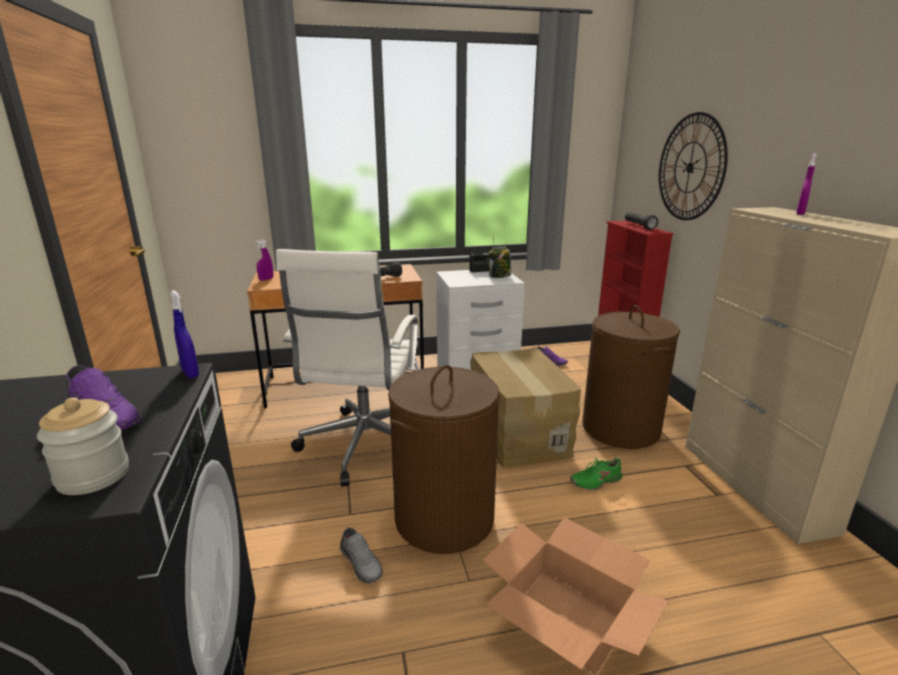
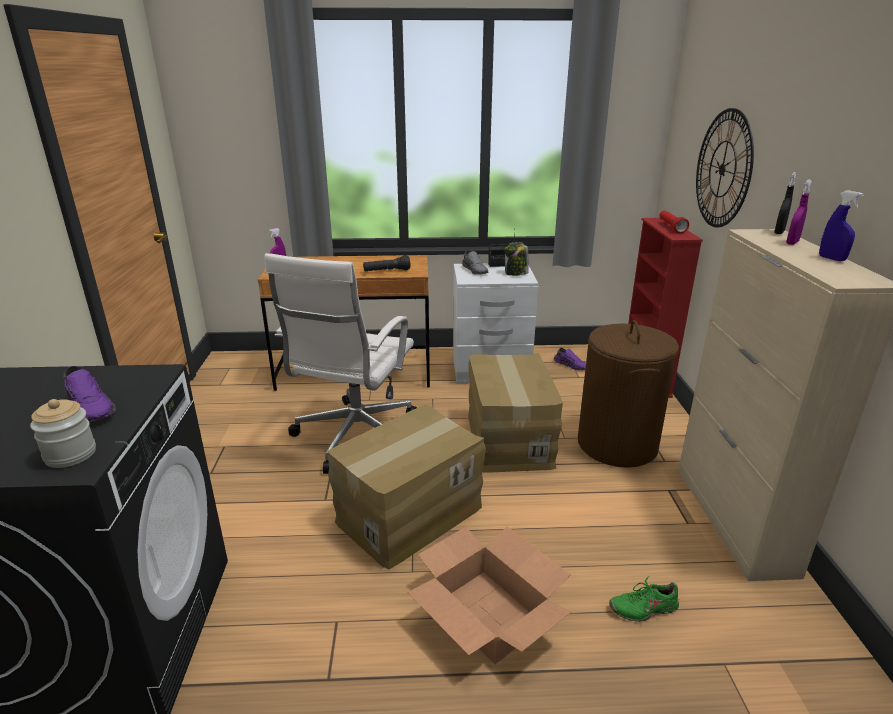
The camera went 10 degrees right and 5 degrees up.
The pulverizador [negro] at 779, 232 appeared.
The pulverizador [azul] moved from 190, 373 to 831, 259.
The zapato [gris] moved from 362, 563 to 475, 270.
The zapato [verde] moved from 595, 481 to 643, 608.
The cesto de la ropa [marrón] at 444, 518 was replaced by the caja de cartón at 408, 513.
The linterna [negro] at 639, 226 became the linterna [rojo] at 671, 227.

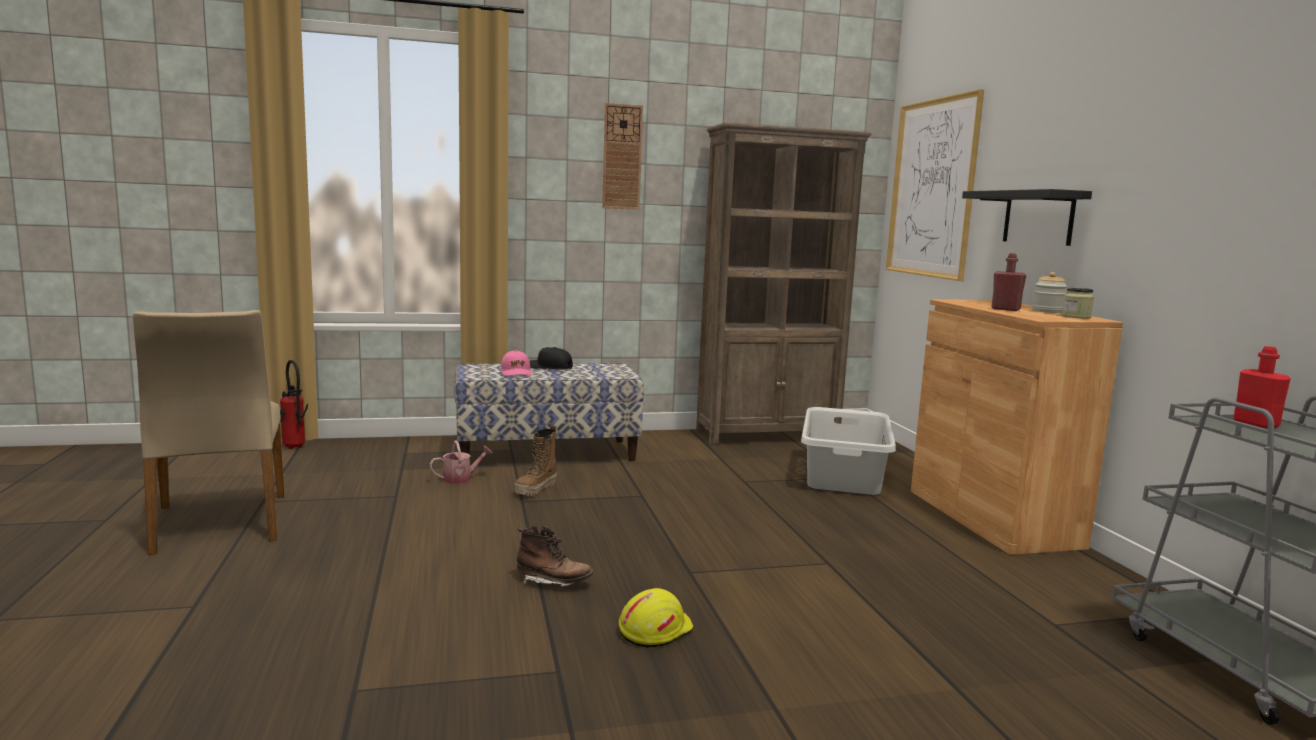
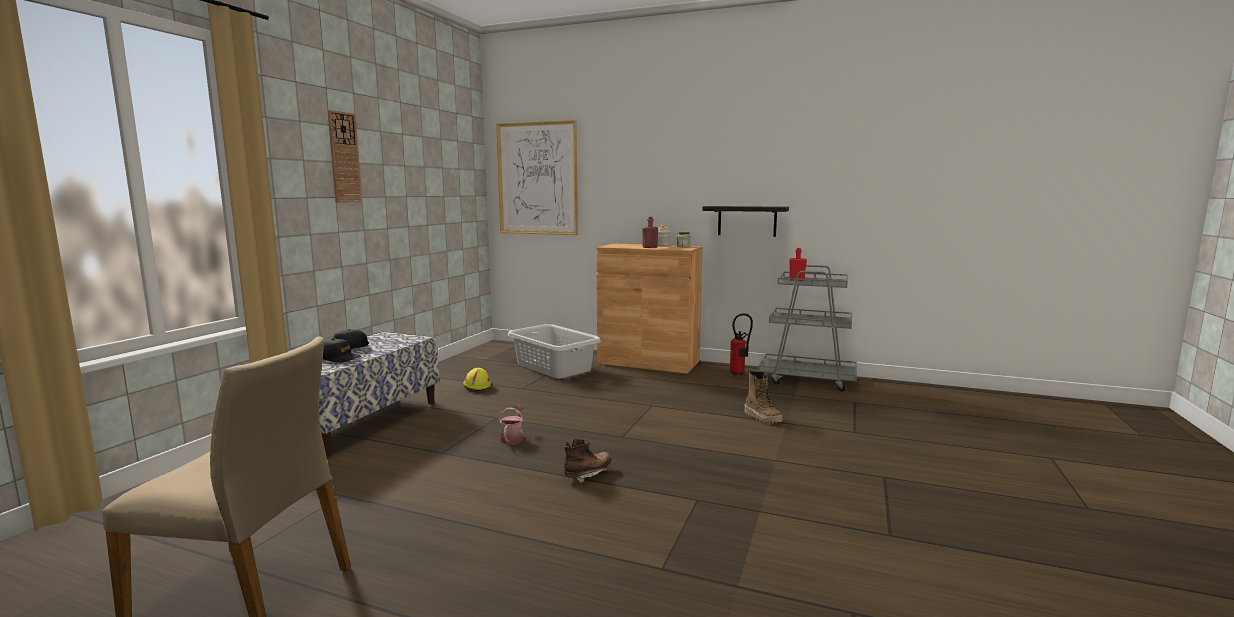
The camera went 55 degrees left and 0 degrees up.
The estantería [marrón] at 768, 435 disappeared.
The extintor moved from 294, 448 to 739, 374.
The regadera moved from 461, 479 to 513, 438.
The bota moved from 536, 489 to 762, 418.
The casco [amarillo] moved from 654, 630 to 477, 386.
The estante [negro] moved from 1038, 217 to 747, 221.
The gorra [rosa] at 516, 372 became the gorra [negro] at 339, 358.

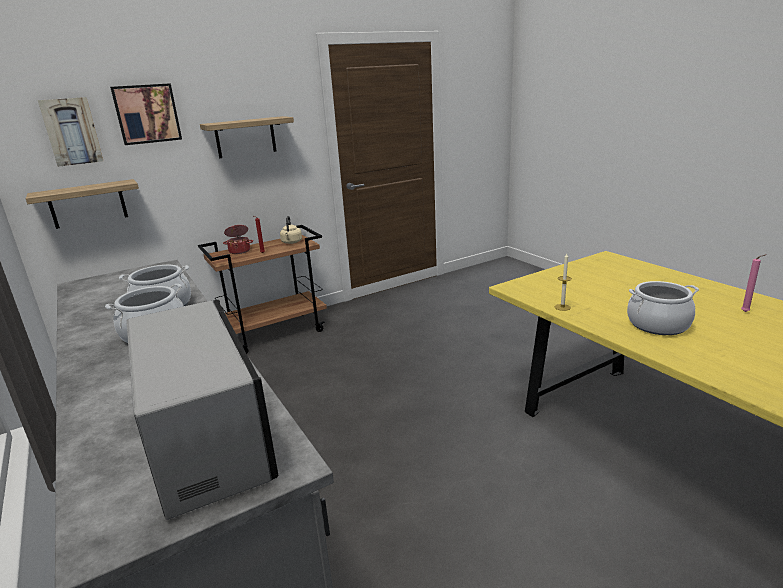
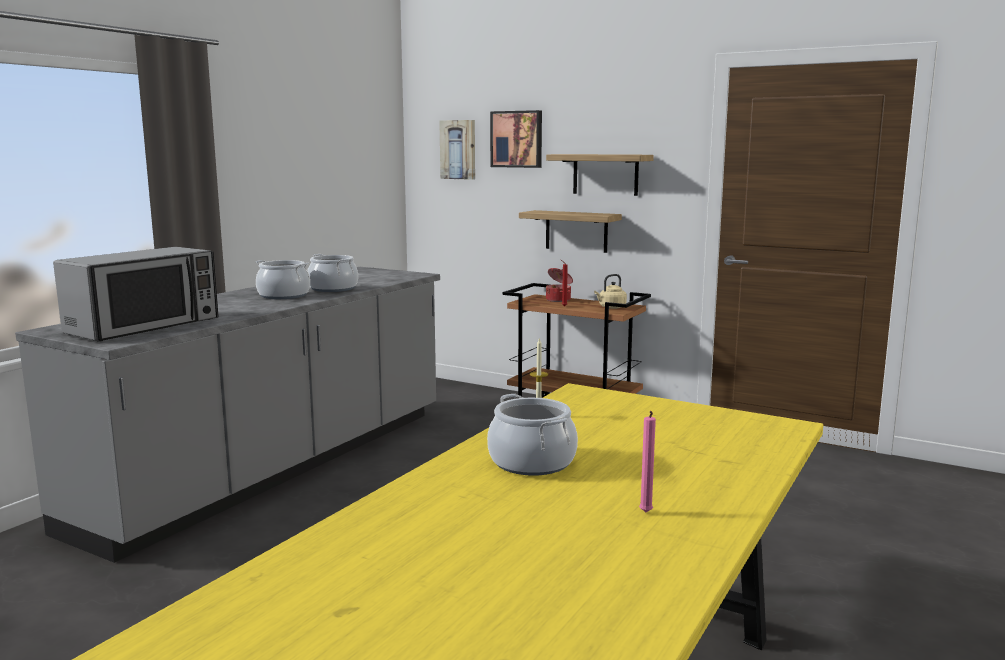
The camera went 60 degrees right and 10 degrees down.
The estante moved from 88, 204 to 576, 231.

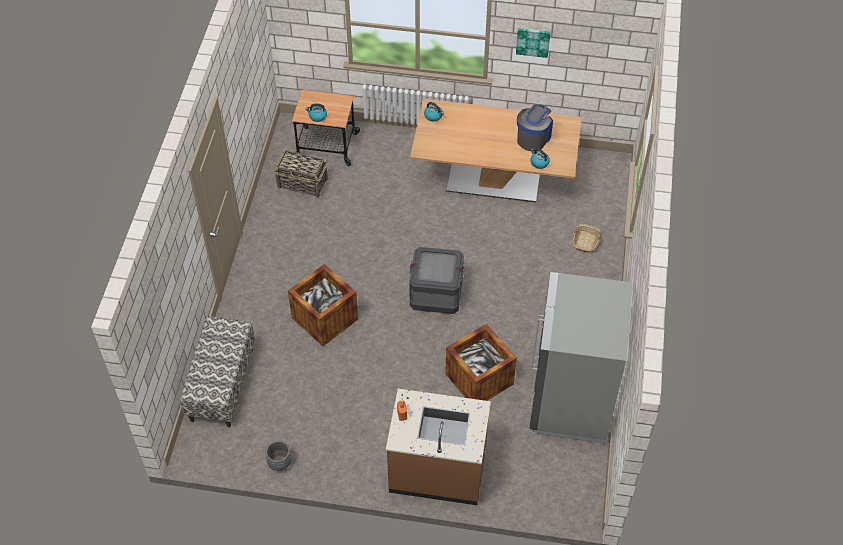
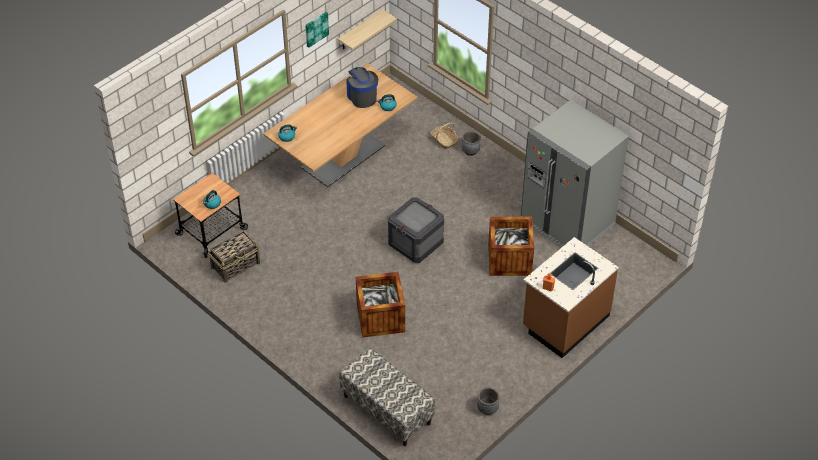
The camera went 55 degrees left and 5 degrees down.
The estante at 360, 30 appeared.
The maceta [gris] at 470, 151 appeared.

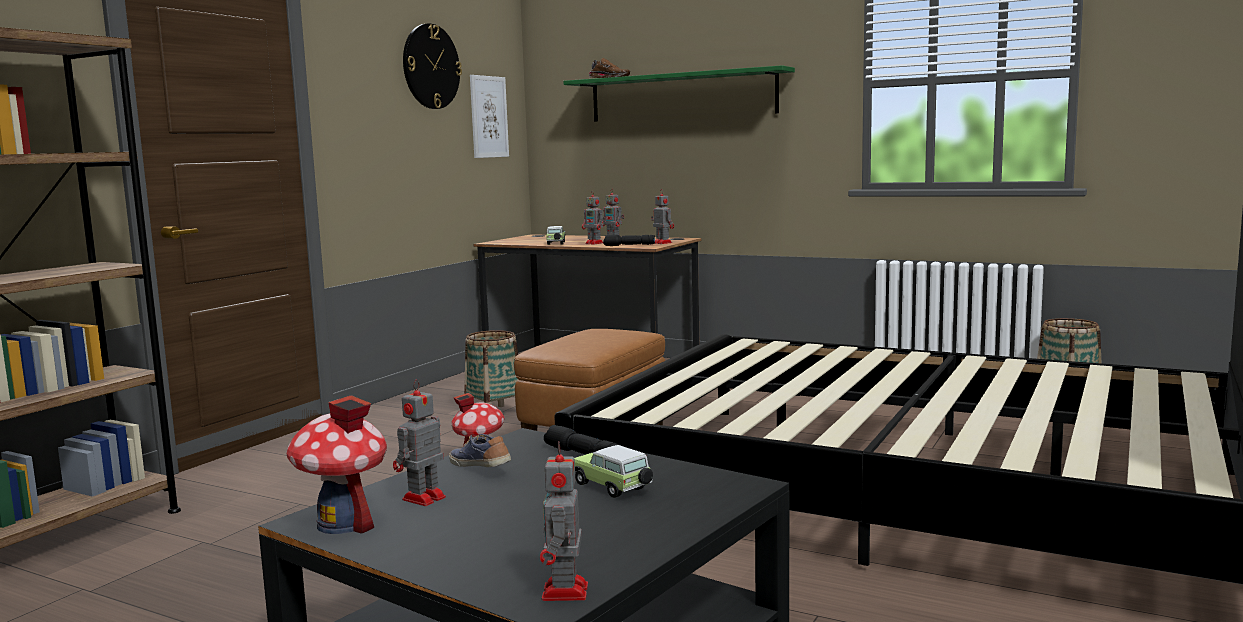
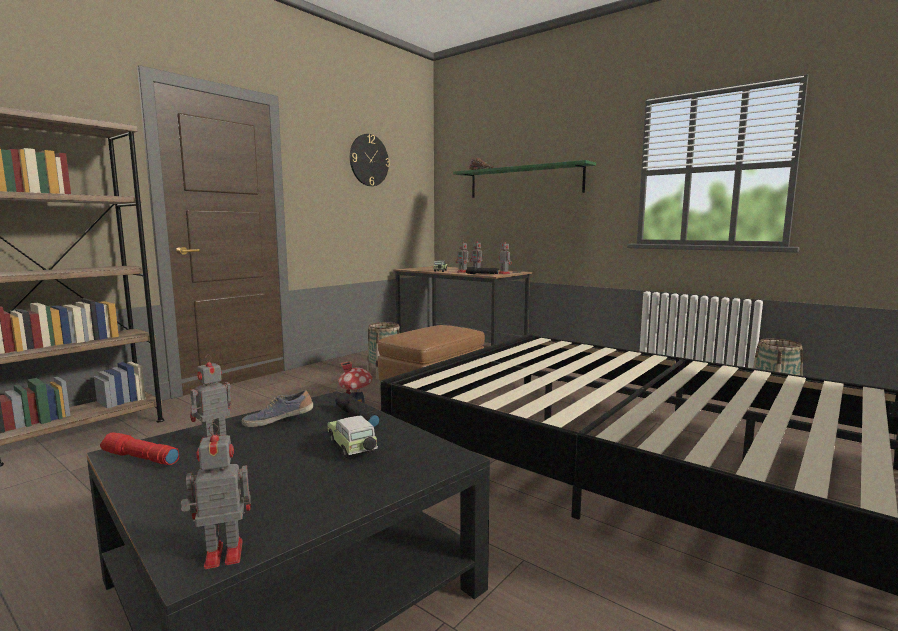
The camera went 10 degrees right and 0 degrees up.
The cuadro at 489, 117 disappeared.
The casita at 343, 523 was replaced by the linterna [rojo] at 139, 458.
The zapato at 481, 467 turned 75 degrees counterclockwise.
The robot de juguete at 565, 593 turned 60 degrees clockwise.

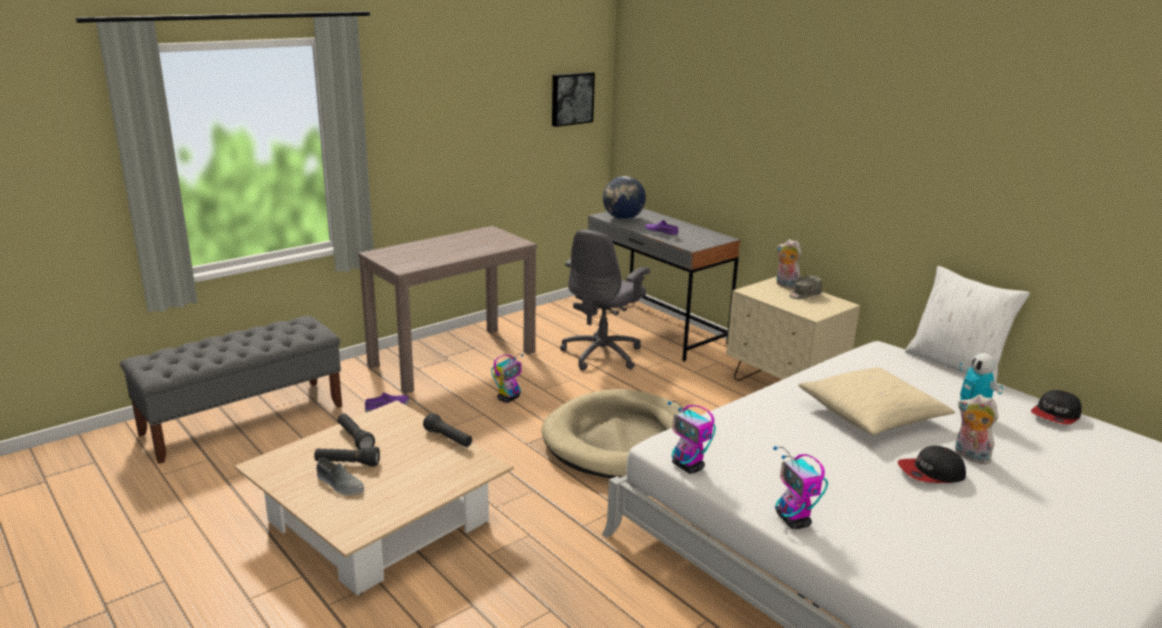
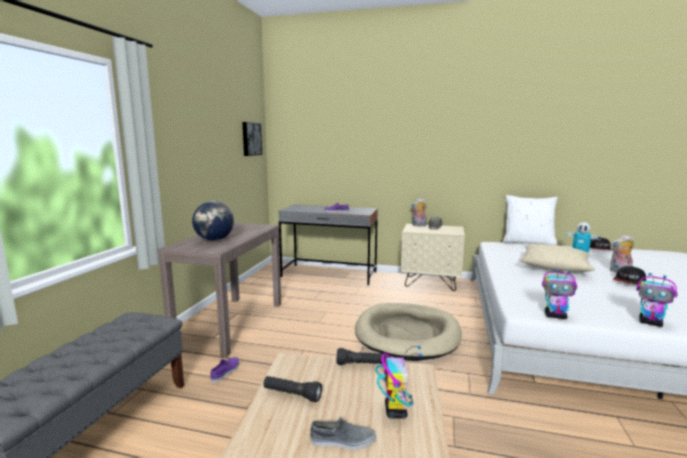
The camera went 35 degrees left and 10 degrees down.
The linterna [negro] at 347, 464 disappeared.
The silla de oficina [gris] at 603, 354 disappeared.
The robot de juguete moved from 508, 398 to 395, 410.
The globo terráqueo moved from 623, 218 to 214, 240.

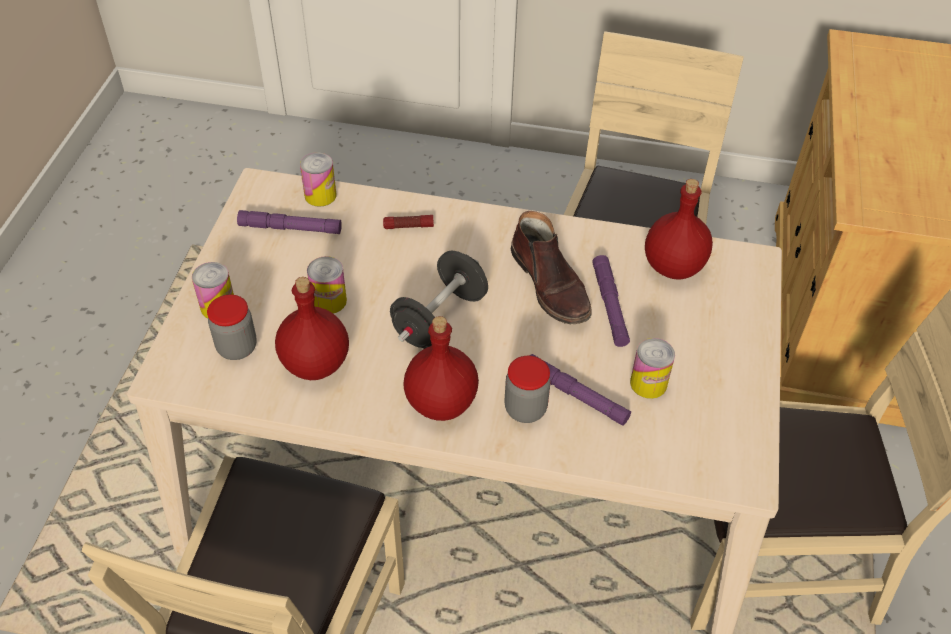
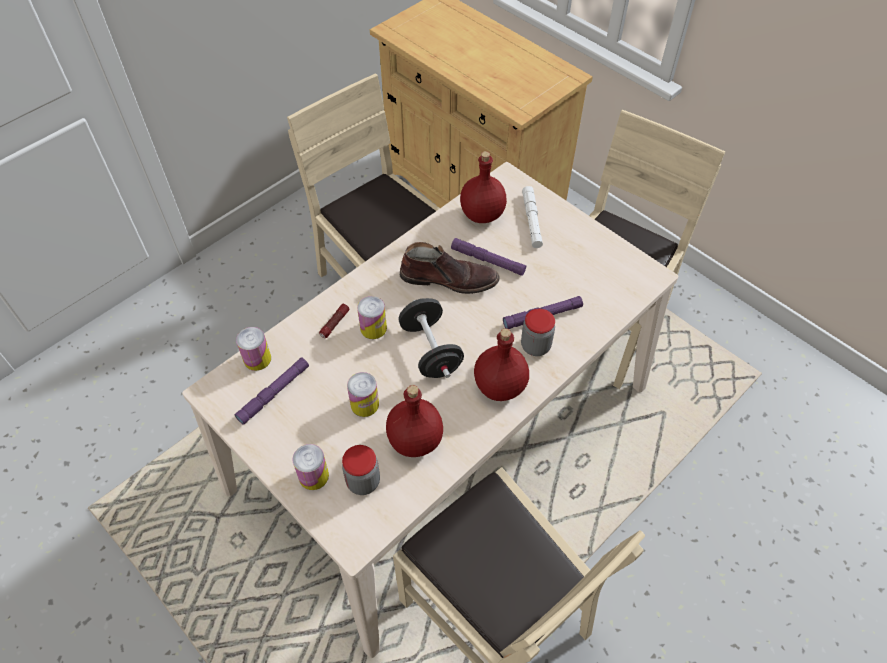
The camera went 55 degrees left and 5 degrees up.
The linterna [blanco] at 531, 220 appeared.
The lata moved from 648, 383 to 373, 328.

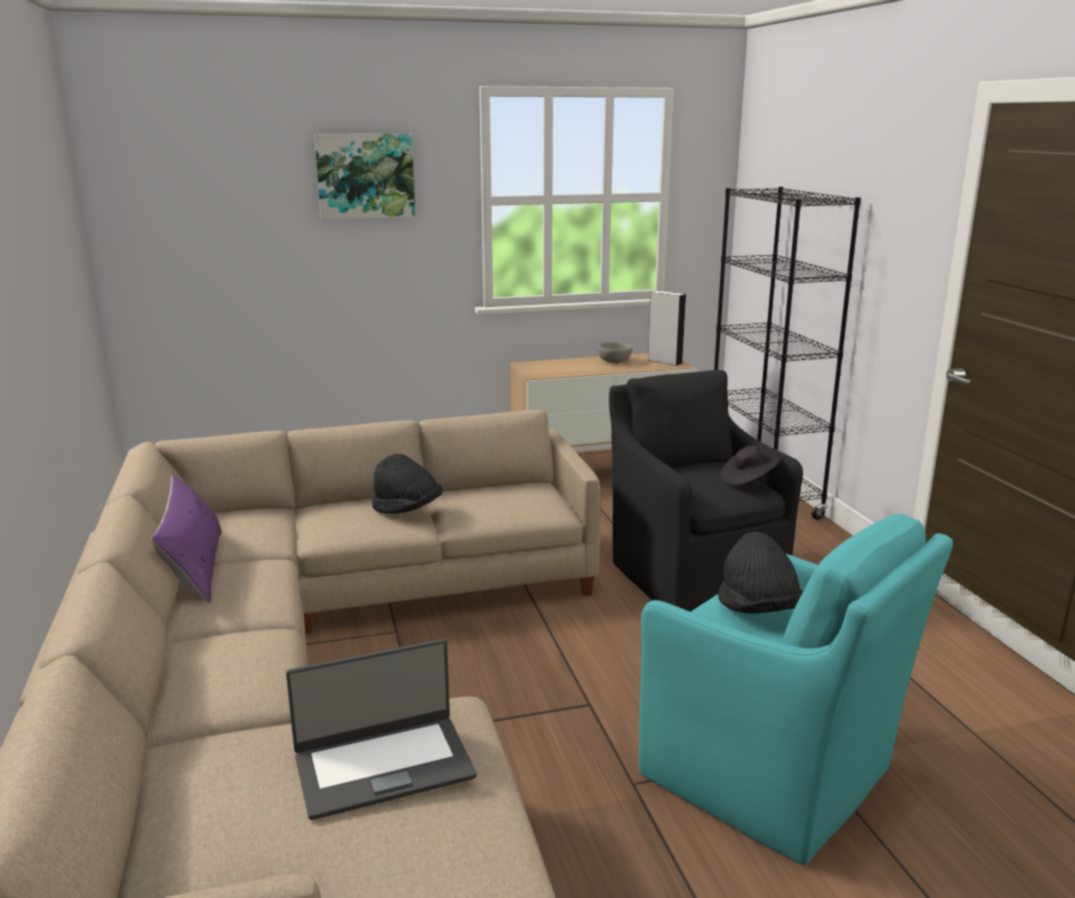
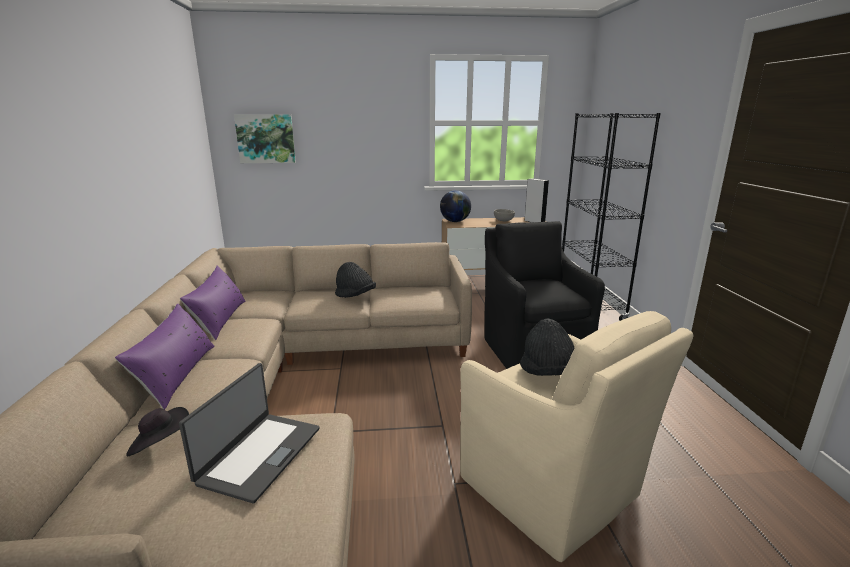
The camera went 10 degrees right and 0 degrees up.
The cojín [morado] at 176, 375 appeared.
The globo terráqueo at 455, 221 appeared.
The cuadro moved from 365, 176 to 266, 139.
The sombrero [negro] moved from 748, 480 to 161, 444.
The sillón [turquesa] at 771, 777 became the sillón [beis] at 552, 491.
The portátil at 383, 765 turned 60 degrees counterclockwise.

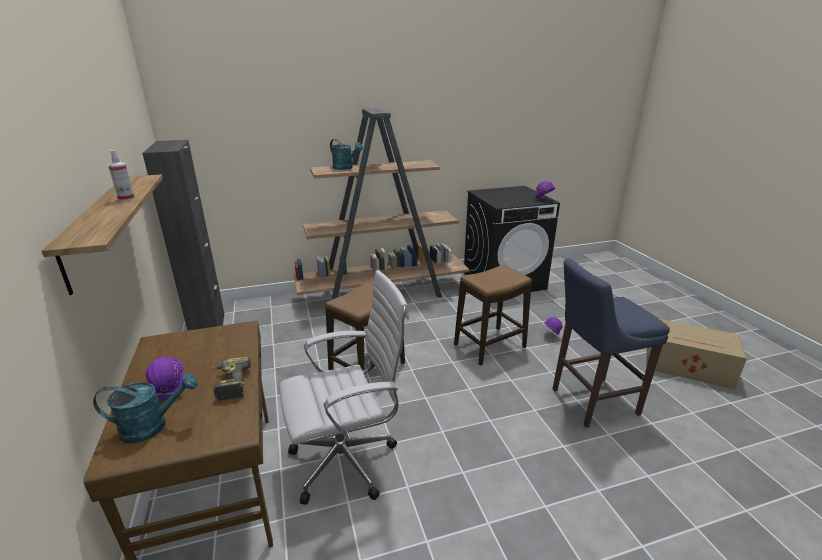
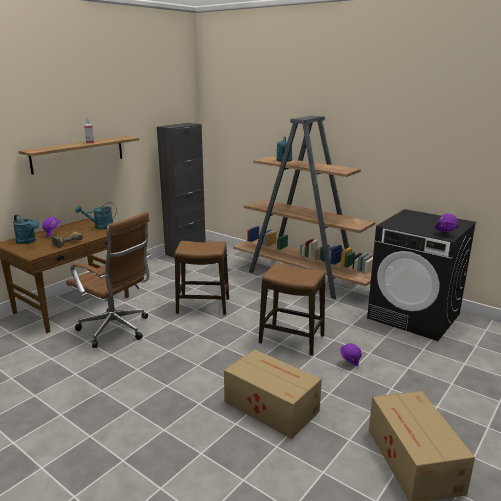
The camera went 55 degrees right and 5 degrees down.
The regadera [turquesa] at 100, 227 appeared.
The taburete [azul] at 590, 402 was replaced by the caja de cartón at 270, 405.
The silla de oficina [blanco] at 348, 460 became the silla de oficina [marrón] at 116, 330.

